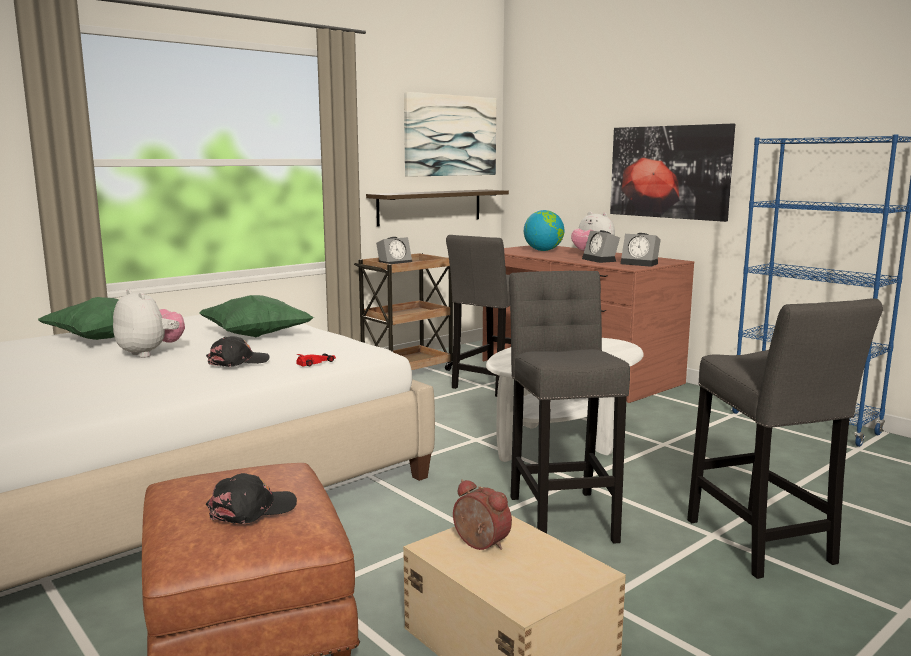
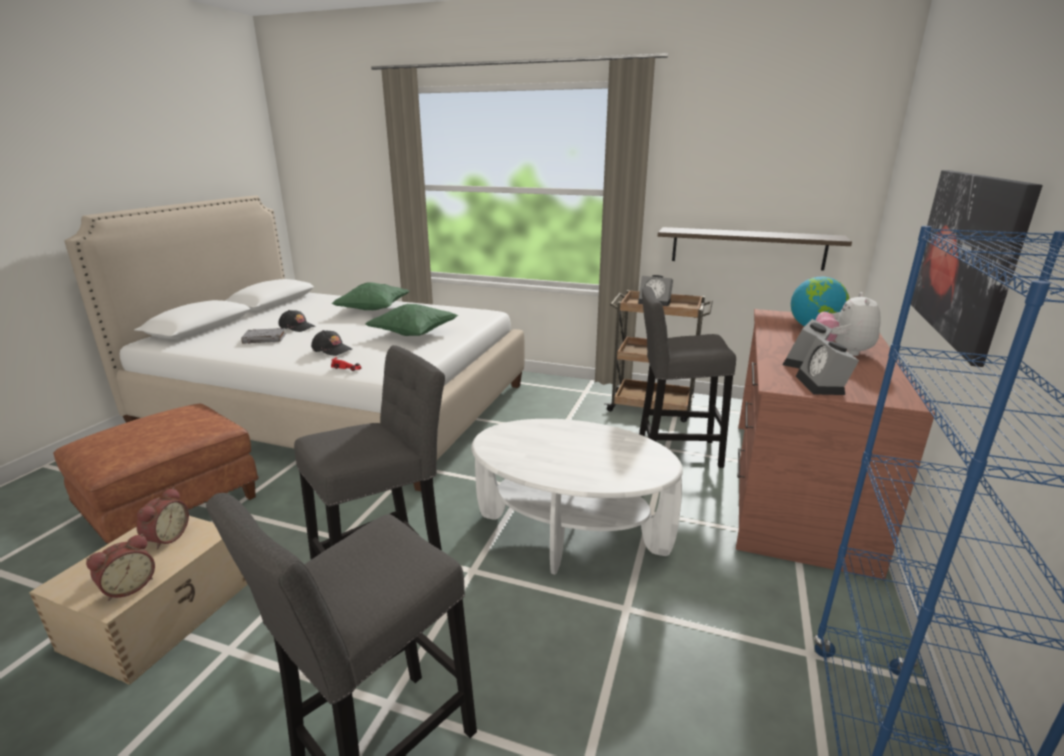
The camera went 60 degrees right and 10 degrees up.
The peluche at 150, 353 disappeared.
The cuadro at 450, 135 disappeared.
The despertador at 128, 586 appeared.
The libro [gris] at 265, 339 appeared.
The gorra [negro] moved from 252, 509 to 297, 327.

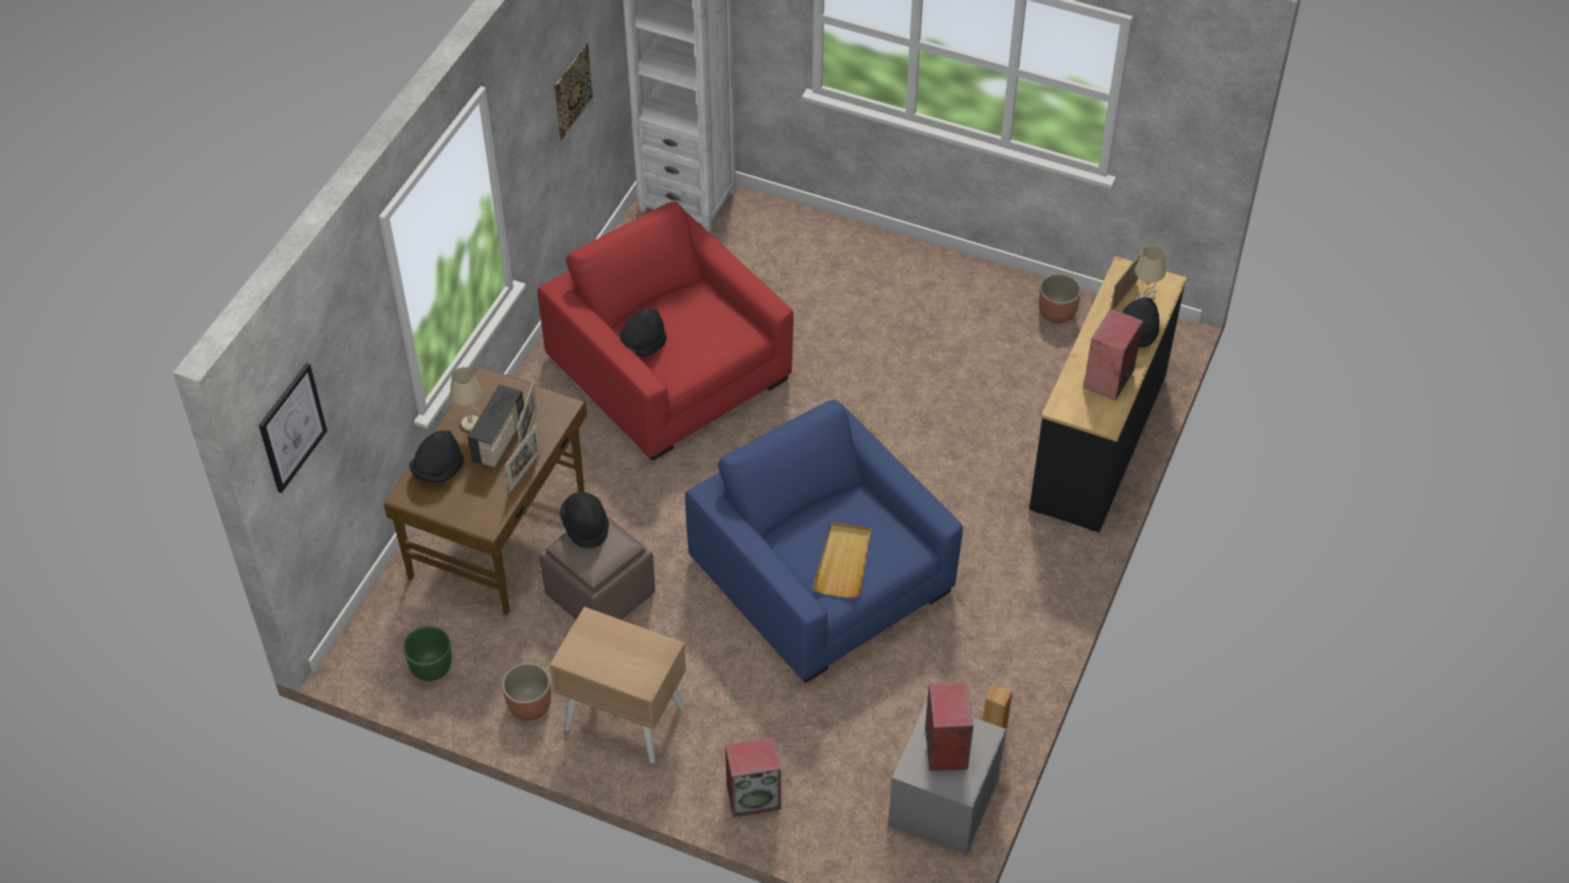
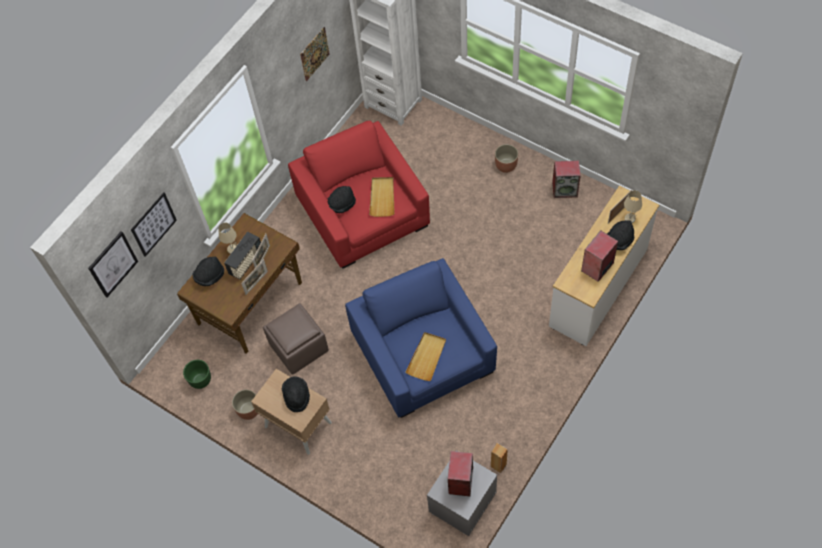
The camera went 15 degrees right and 10 degrees up.
The cuadro at 153, 224 appeared.
The bandeja [beis] at 382, 197 appeared.
The sombrero [negro] moved from 585, 526 to 296, 396.
The altavoz moved from 754, 796 to 565, 189.
The maceta moved from 1057, 312 to 506, 165.
The cómoda [negro] at 1100, 441 became the cómoda [blanco] at 599, 288.

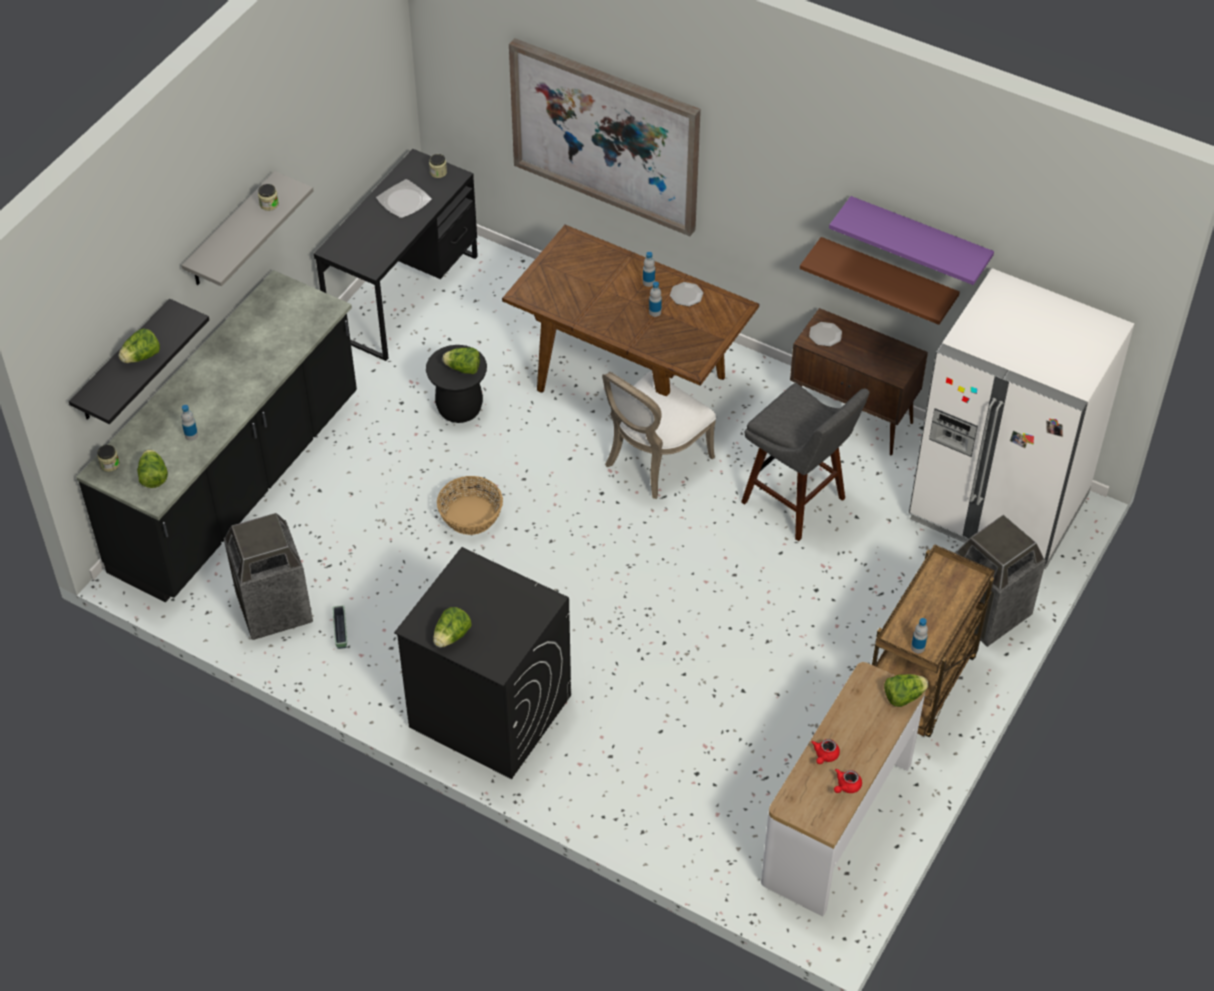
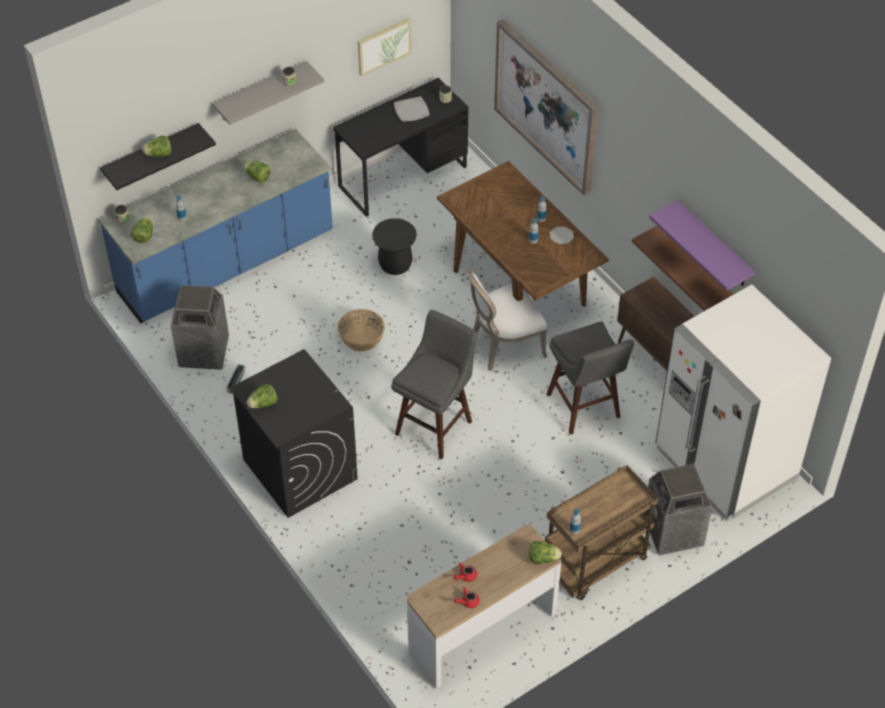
The camera went 25 degrees right and 0 degrees up.
The plato at 825, 335 disappeared.
The cuadro at 384, 46 appeared.
The taburete [gris] at 436, 425 appeared.
The lechuga moved from 463, 369 to 257, 177.
The mueble bajo de cocina [negro] at 238, 485 became the mueble bajo de cocina [azul] at 226, 265.

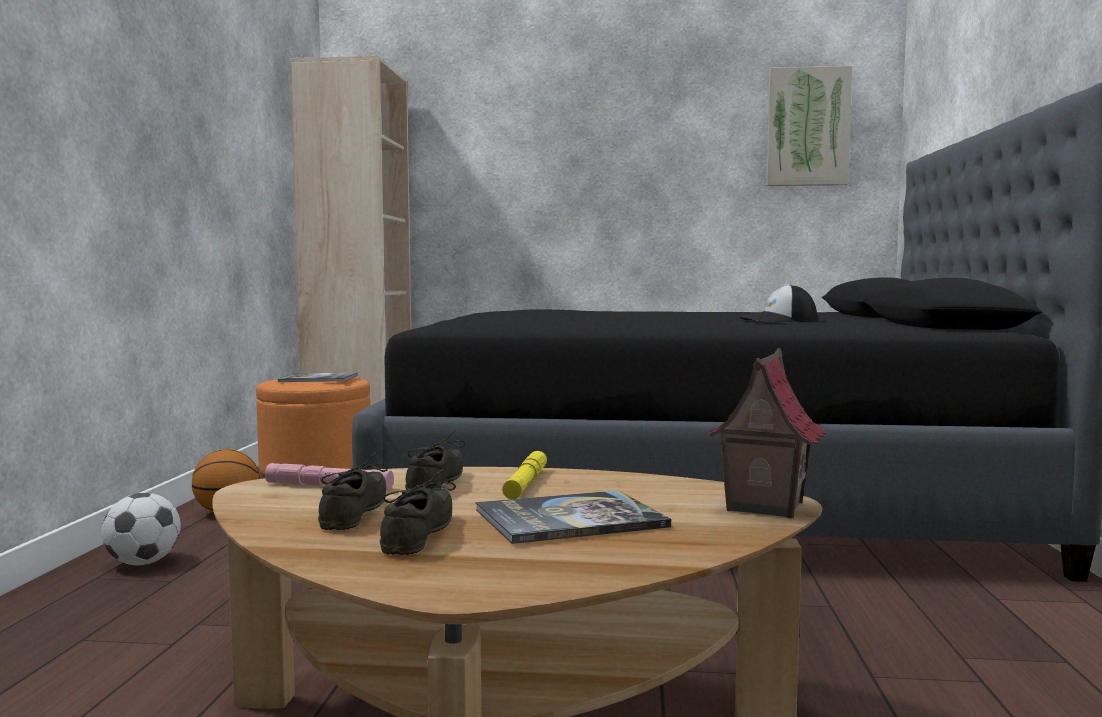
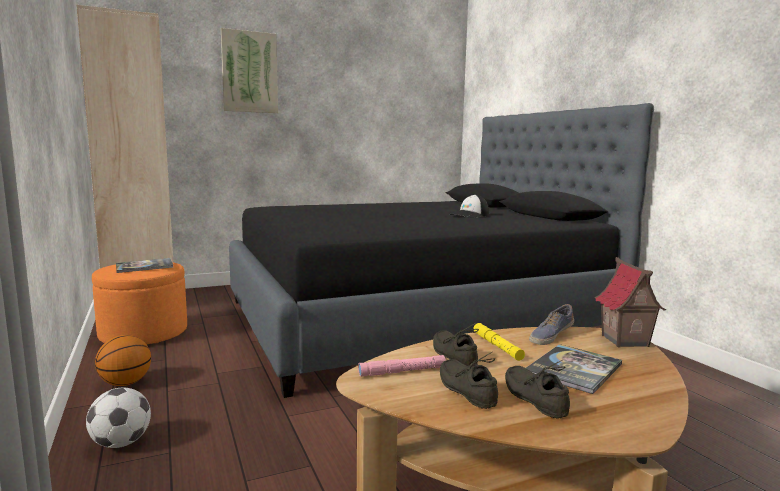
The camera went 30 degrees left and 5 degrees up.
The zapato at 550, 336 appeared.
The cuadro moved from 807, 127 to 249, 72.

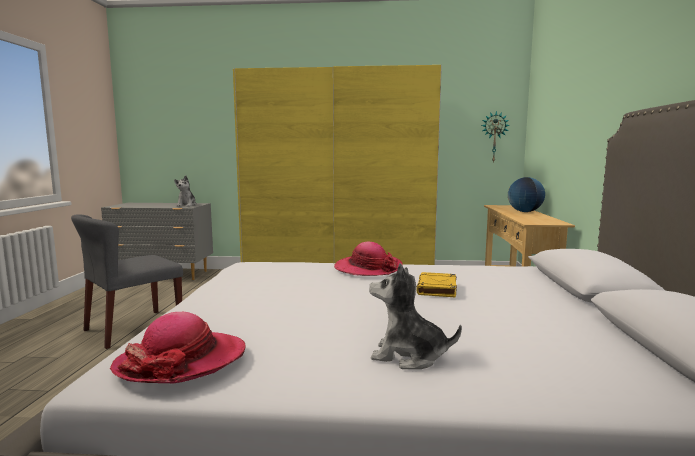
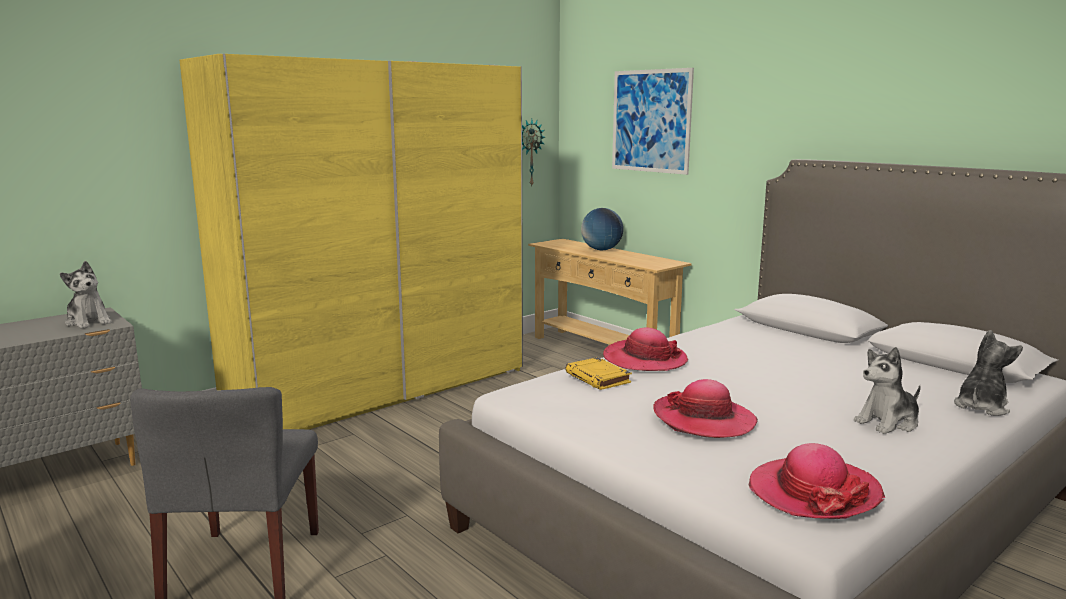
The camera went 45 degrees left and 5 degrees up.
The cuadro at 651, 121 appeared.
The sombrero at 704, 420 appeared.
The peluche at 981, 406 appeared.
The libro [amarillo] moved from 437, 289 to 598, 378.

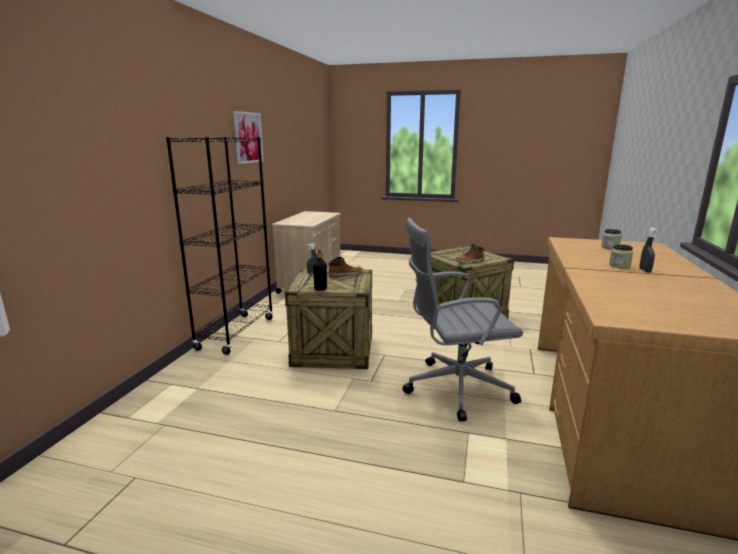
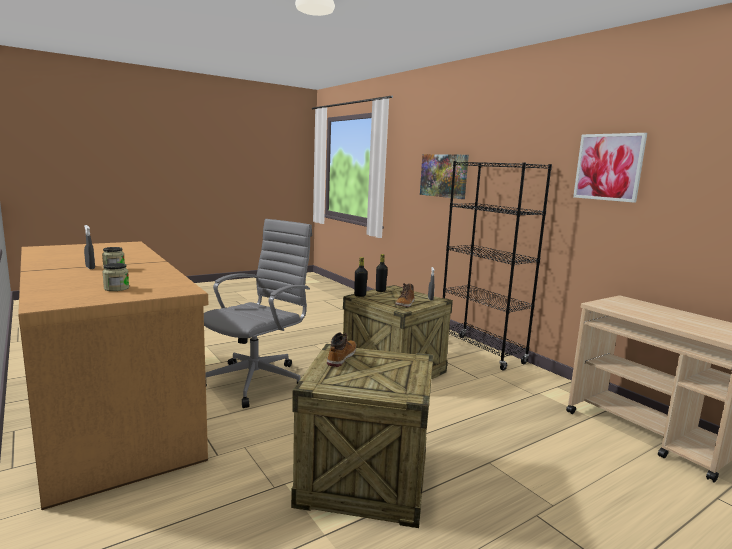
The camera went 130 degrees right and 5 degrees down.
The botella [negro] at 360, 295 appeared.
The cuadro at 444, 175 appeared.

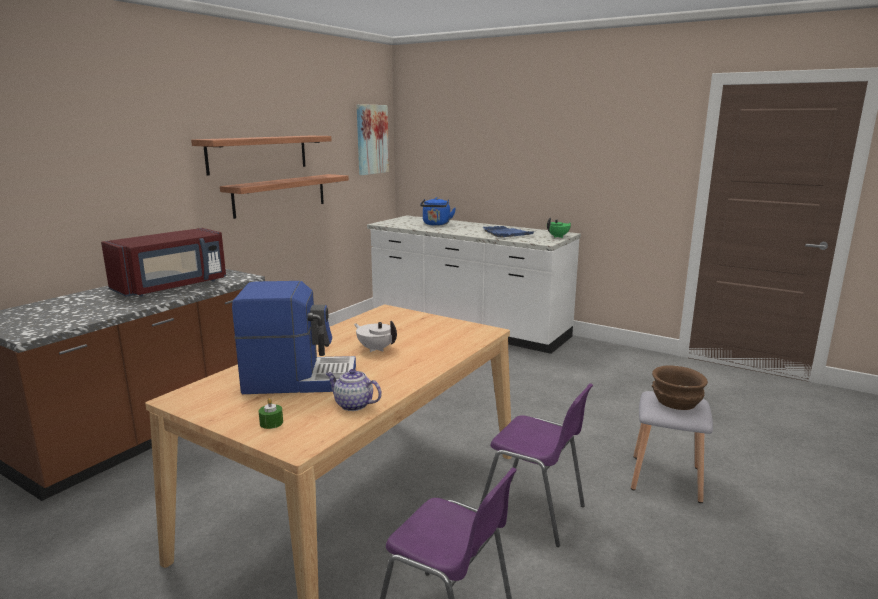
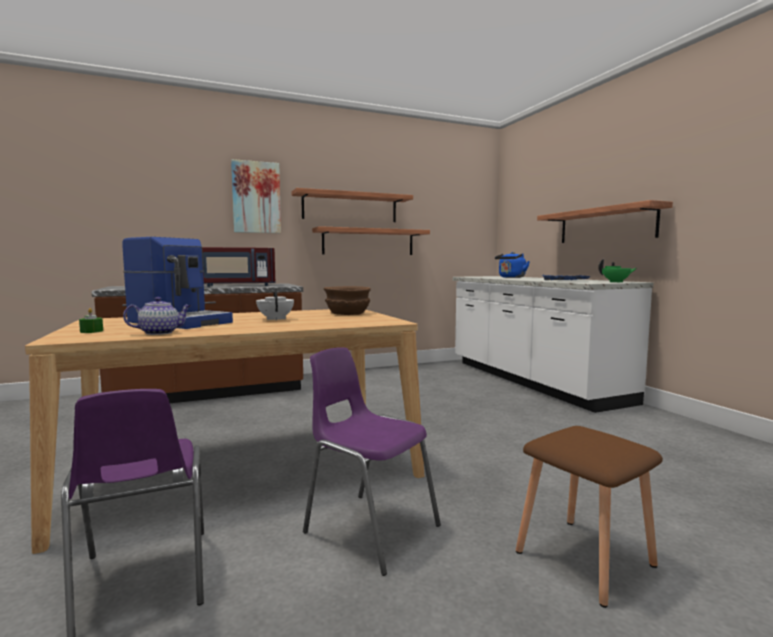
The camera went 35 degrees right and 10 degrees down.
The estante at 605, 225 appeared.
The cuadro moved from 371, 139 to 256, 197.
The cuenco [marrón] moved from 676, 402 to 348, 313.
The taburete [gris] at 667, 478 became the taburete [marrón] at 587, 559.
The tetera at 352, 405 turned 90 degrees clockwise.
The silla [morado] at 534, 513 turned 150 degrees clockwise.

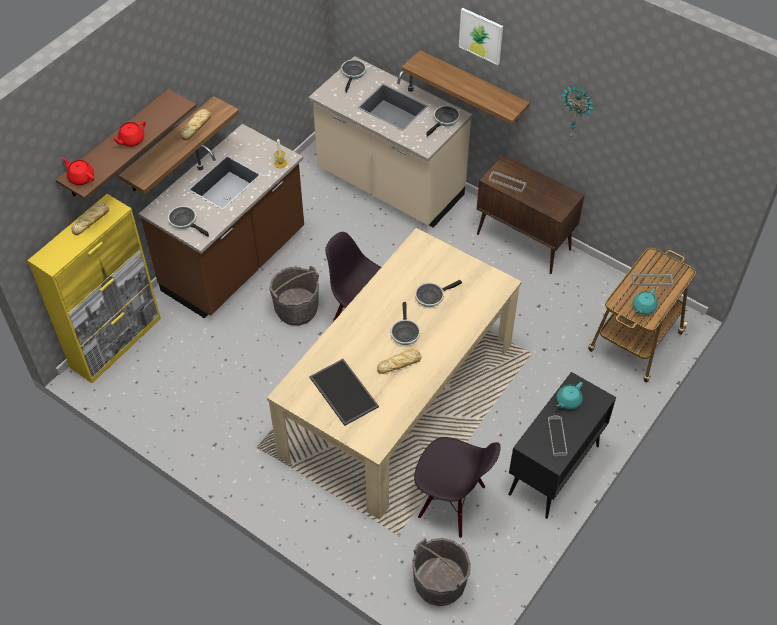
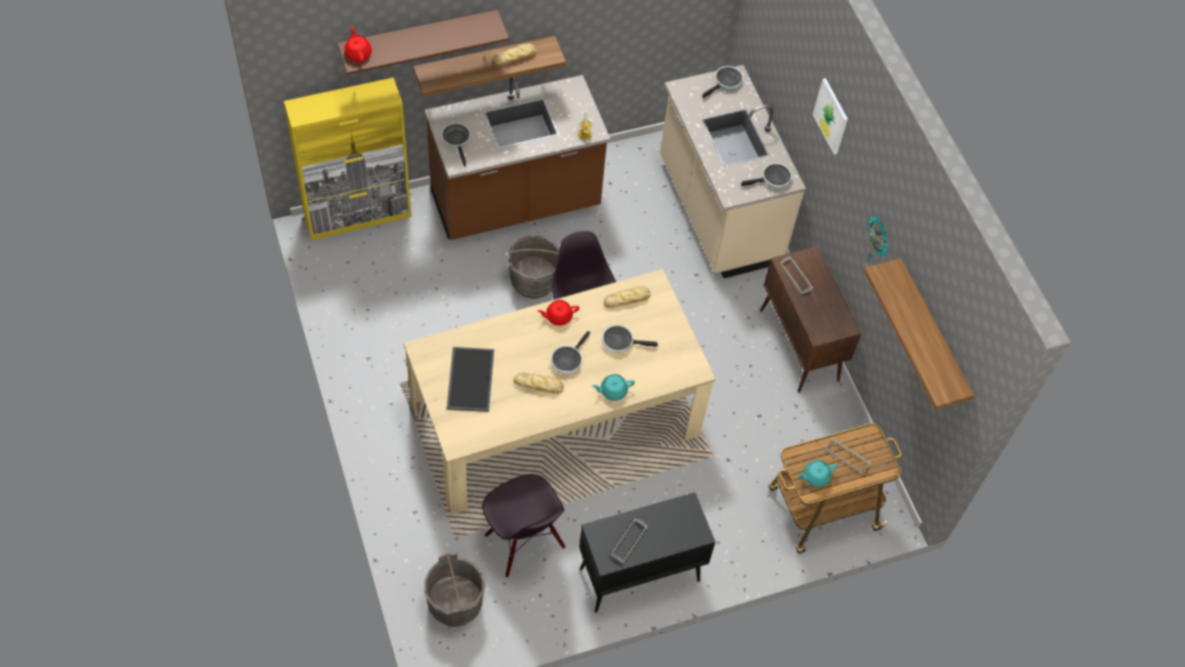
The camera went 30 degrees right and 5 degrees up.
The pan moved from 91, 220 to 627, 299.
The tetera [rojo] moved from 131, 140 to 558, 316.
The estante moved from 473, 87 to 931, 335.
The tetera [turquesa] moved from 568, 401 to 613, 391.

